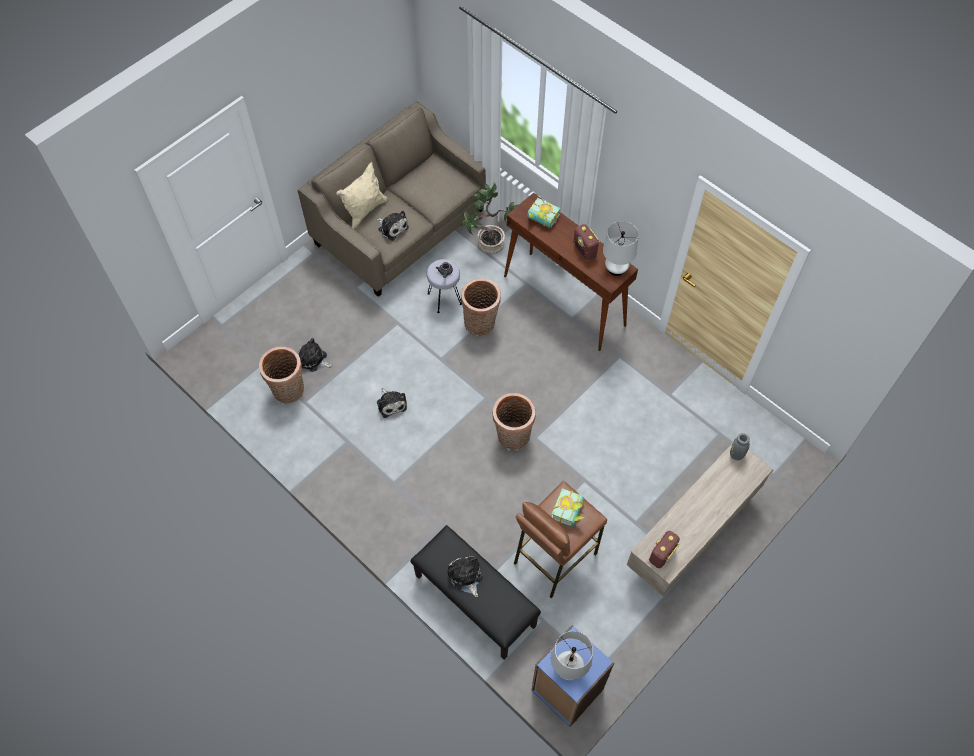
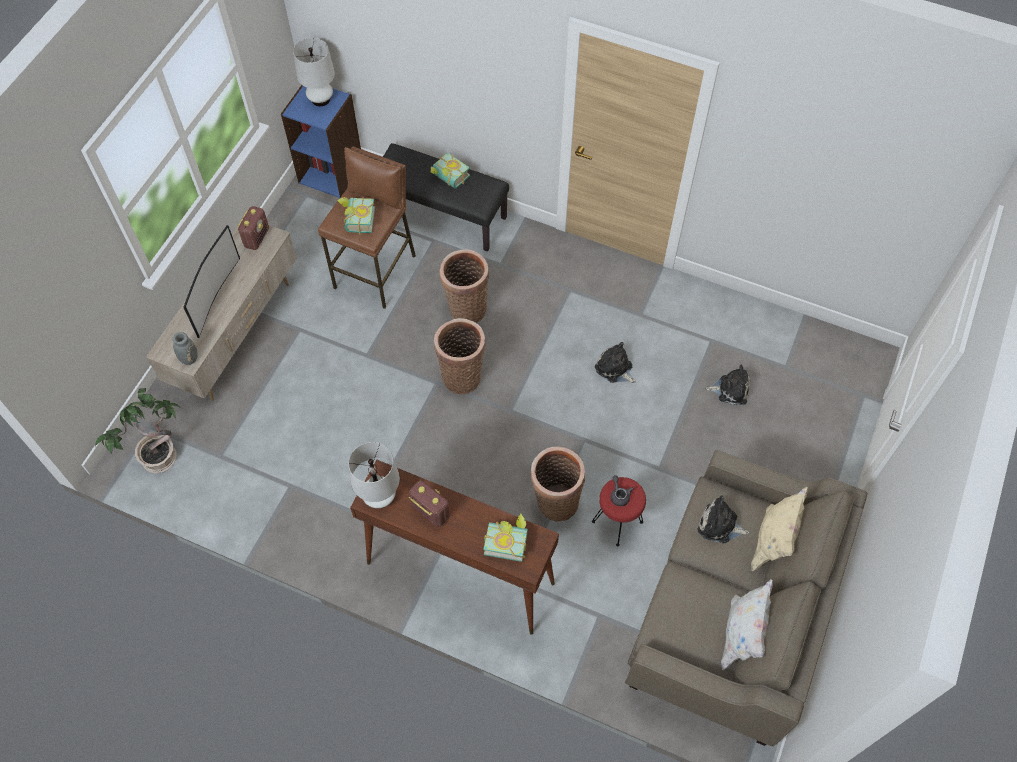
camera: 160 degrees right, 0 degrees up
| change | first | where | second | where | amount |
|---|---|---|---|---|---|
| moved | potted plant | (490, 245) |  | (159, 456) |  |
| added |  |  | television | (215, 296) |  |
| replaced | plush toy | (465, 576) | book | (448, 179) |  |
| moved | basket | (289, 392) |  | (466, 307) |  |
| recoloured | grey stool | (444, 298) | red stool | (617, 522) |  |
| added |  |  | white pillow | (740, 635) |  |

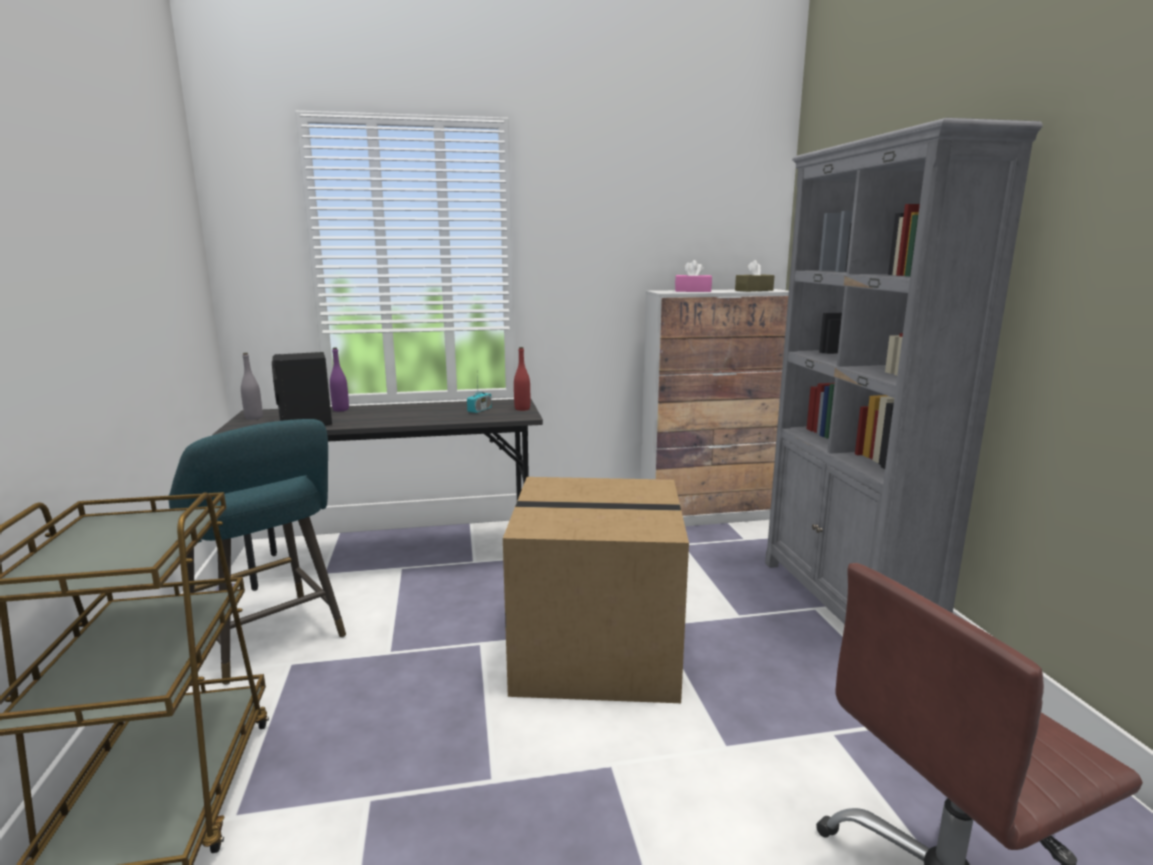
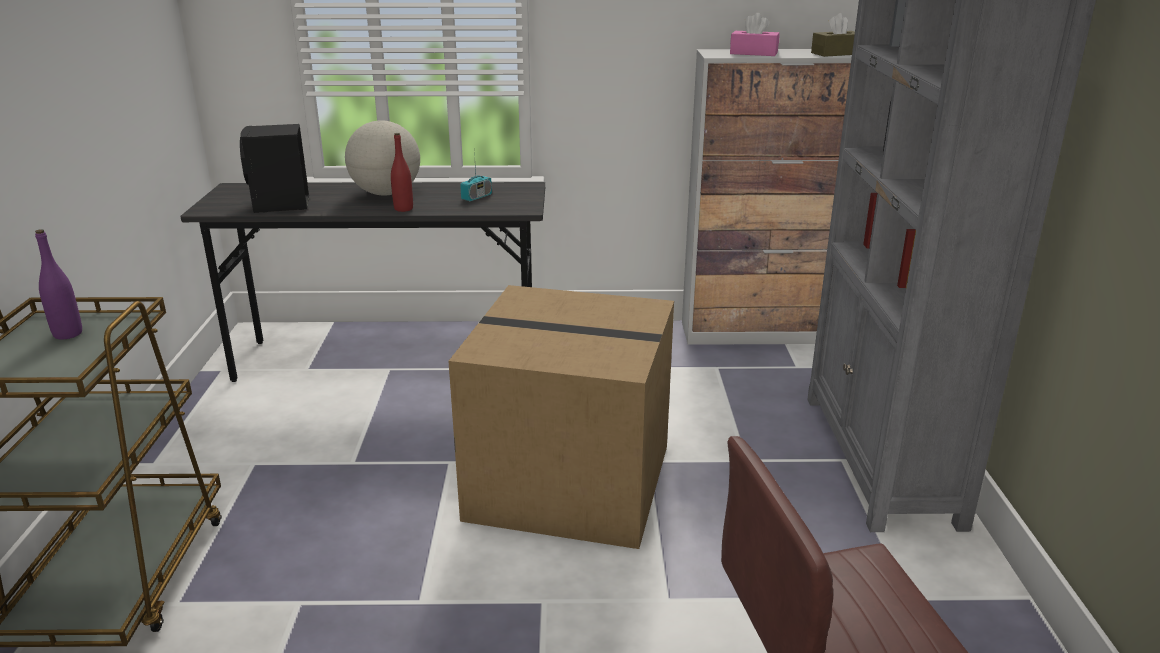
camera: 10 degrees right, 10 degrees up
| change | first | where | second | where | amount |
|---|---|---|---|---|---|
| moved | purple bottle | (340, 409) |  | (68, 334) |  |
| added |  |  | globe | (386, 193) |  |
| moved | red bottle | (522, 409) |  | (403, 209) |  |
| removed | turquoise stool | (271, 640) |  |  |  |
| removed | grey bottle | (254, 418) |  |  |  |

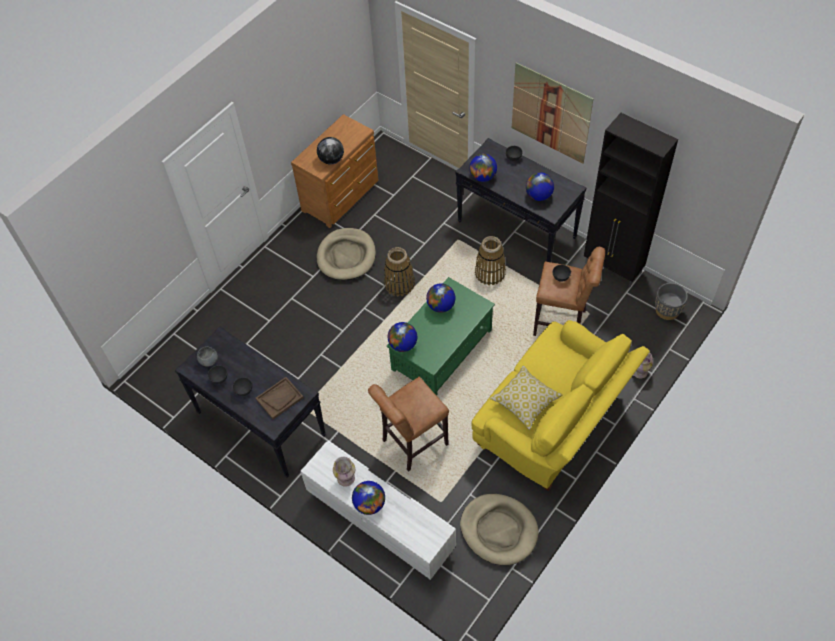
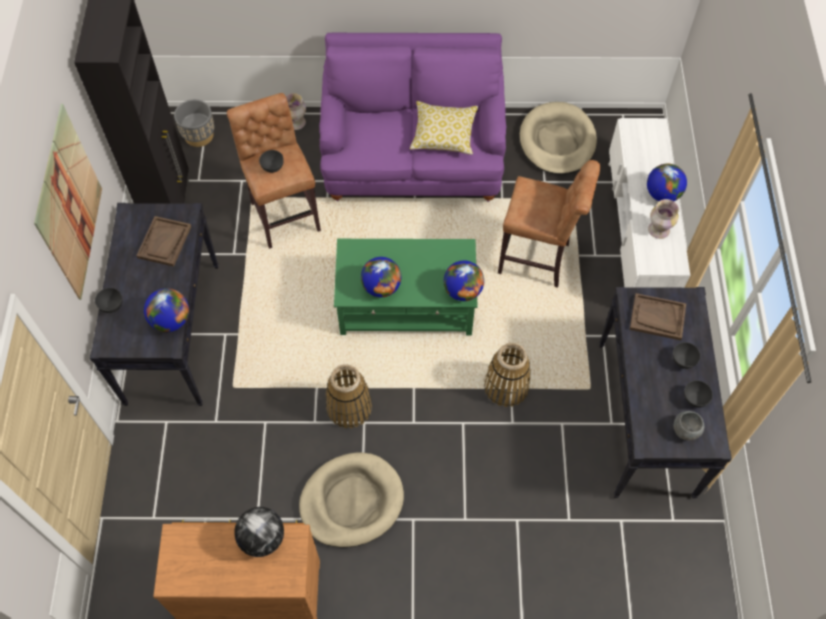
camera: 130 degrees left, 5 degrees up
| change | first | where | second | where | amount |
|---|---|---|---|---|---|
| replaced | globe | (538, 196) | brown tray | (164, 242) |  |
| recoloured | yellow sofa | (553, 423) | purple sofa | (413, 159) |  |
| moved | basket | (490, 273) |  | (506, 386) |  |

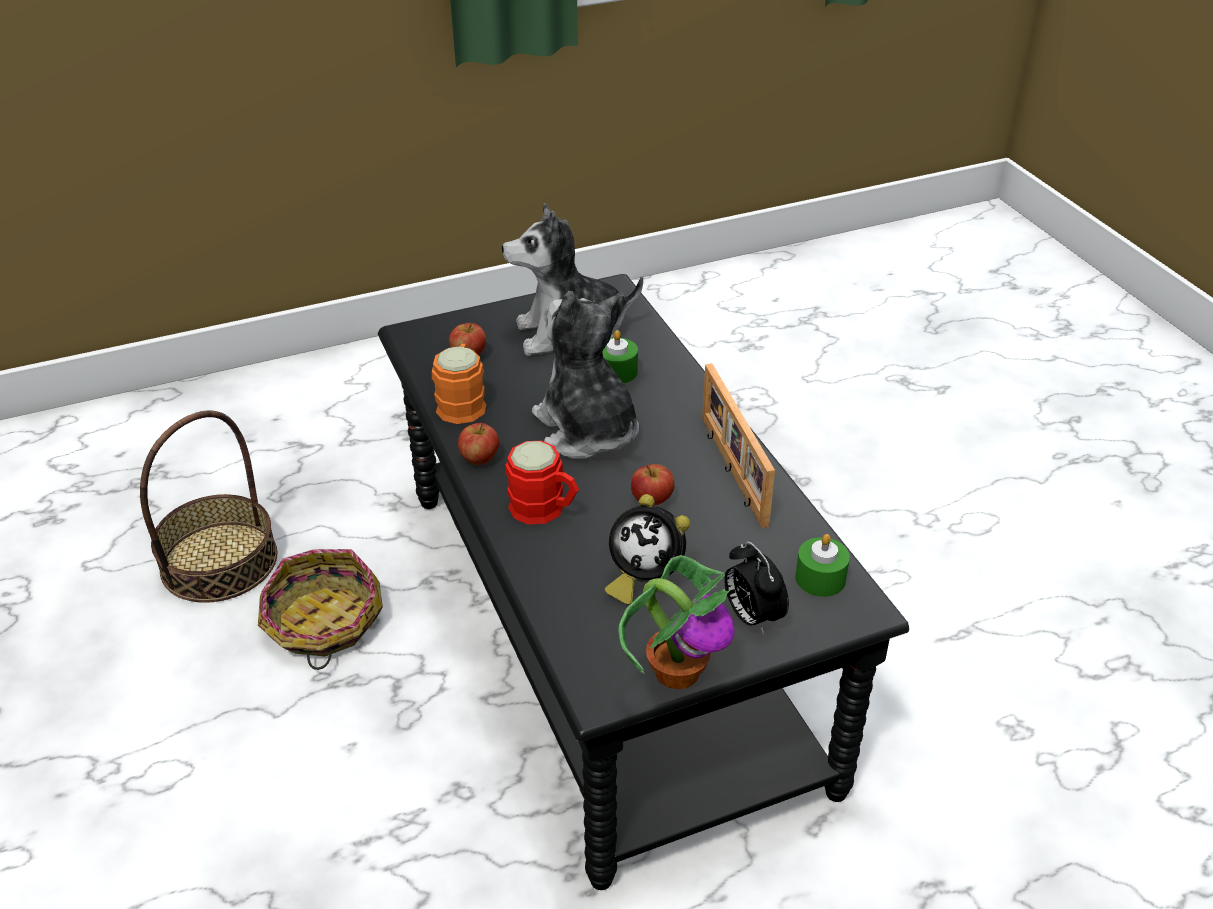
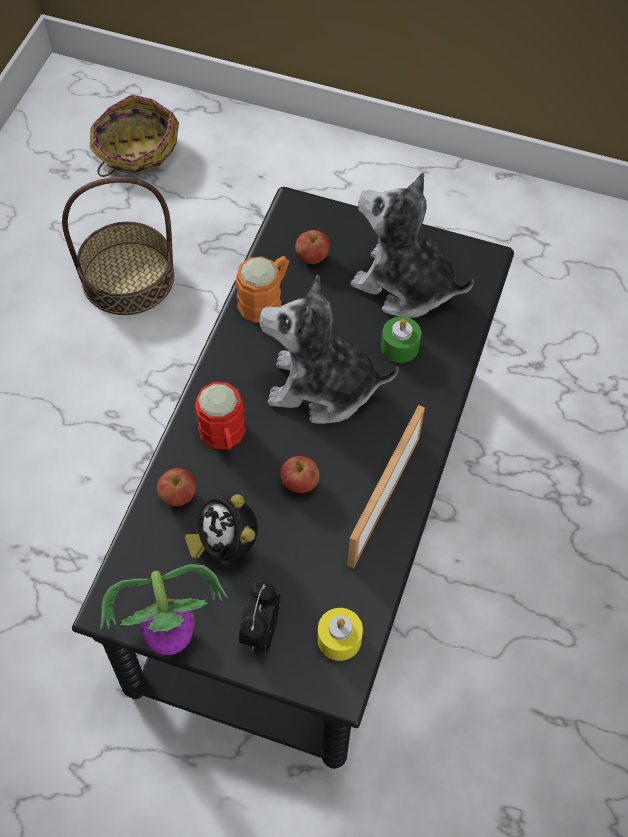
camera: 40 degrees right, 20 degrees up
| change | first | where | second | where | amount |
|---|---|---|---|---|---|
| moved | basket | (323, 623) |  | (134, 150) |  |
| moved | apple | (479, 459) |  | (178, 496) |  |
| turned | plush toy | (587, 430) |  | (322, 387) | 90 degrees counterclockwise |
| recoloured | green candle | (820, 578) | yellow candle | (339, 639) |  |

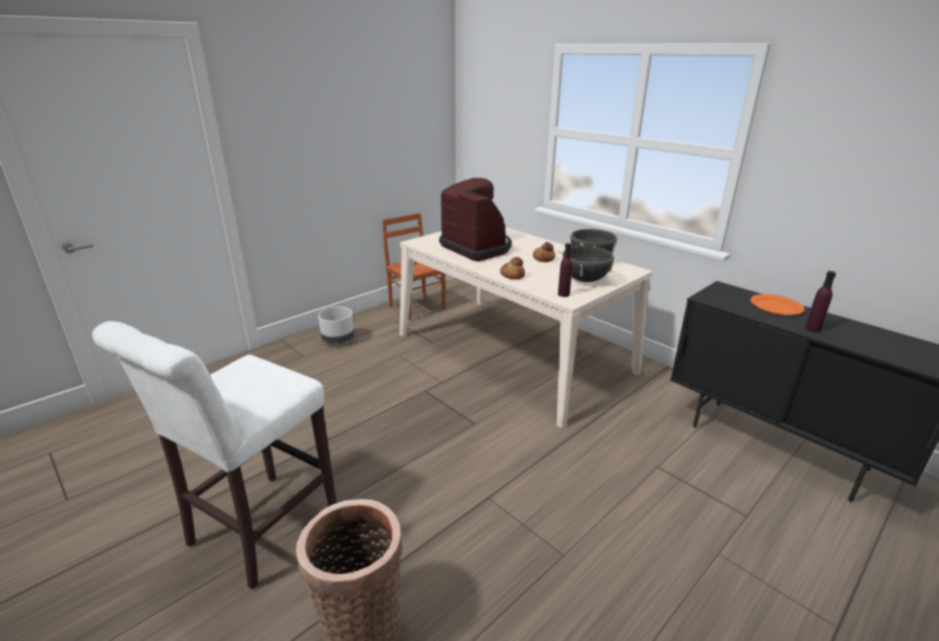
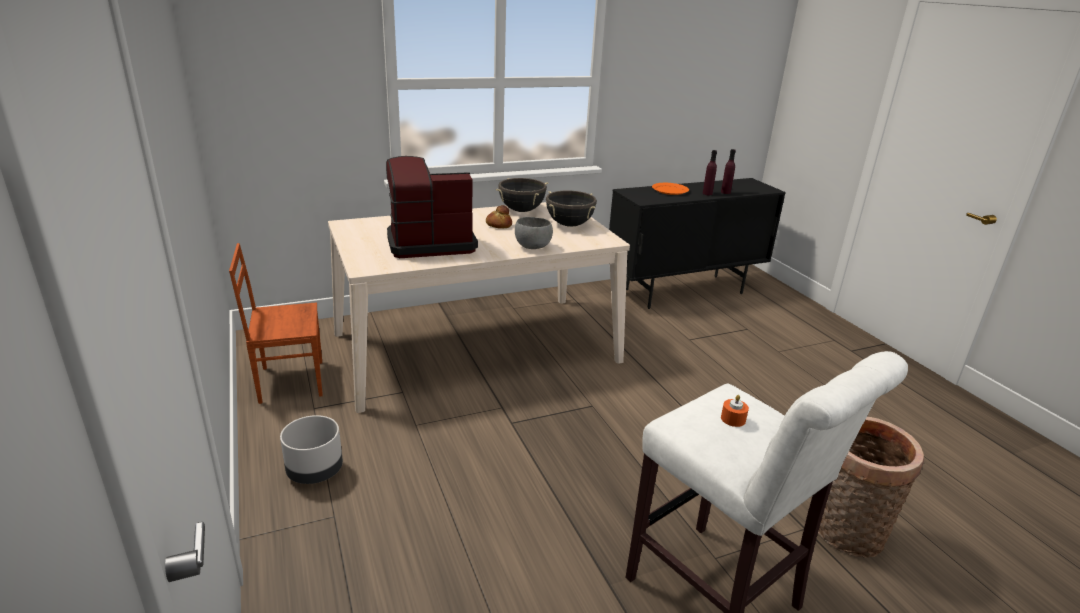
camera: 70 degrees left, 0 degrees up
| change | first | where | second | where | amount |
|---|---|---|---|---|---|
| replaced | bread | (512, 275) | grey bowl | (532, 247) |  |
| moved | purple bottle | (563, 294) |  | (725, 192) |  |
| added |  |  | orange candle | (733, 419) |  |

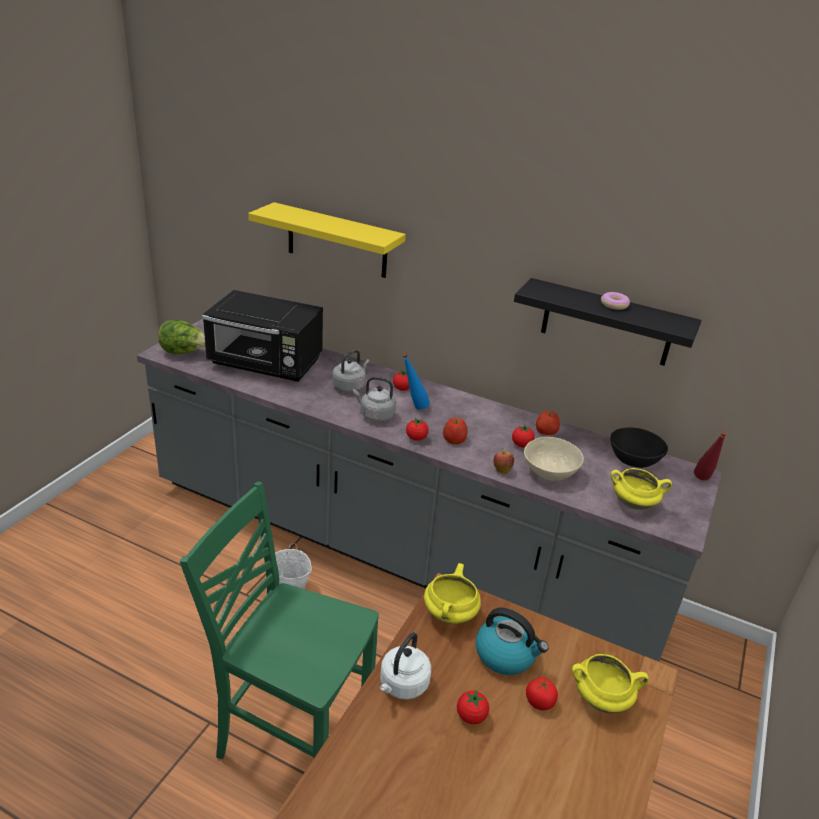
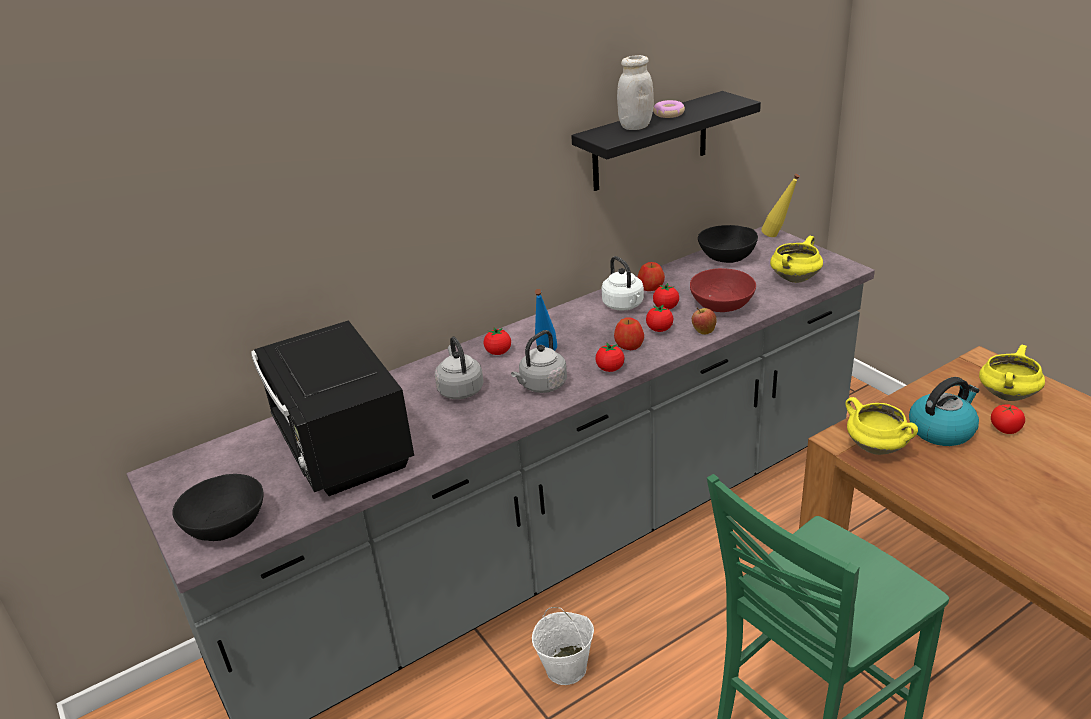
camera: 55 degrees left, 0 degrees up
| change | first | where | second | where | amount |
|---|---|---|---|---|---|
| replaced | lettuce | (184, 352) | black bowl | (225, 525) |  |
| turned | black microwave | (266, 364) |  | (341, 448) | 105 degrees clockwise |
| moved | white kettle | (402, 685) |  | (624, 305) |  |
| added |  |  | white jar | (635, 126) |  |
| moved | tomato | (471, 716) |  | (659, 329) |  |
| recoloured | beige bowl | (550, 472) | red bowl | (722, 305) |  |
| recoloured | red bottle | (702, 481) | yellow bottle | (778, 237) |  |
| removed | yellow shelf | (337, 241) |  |  |  |

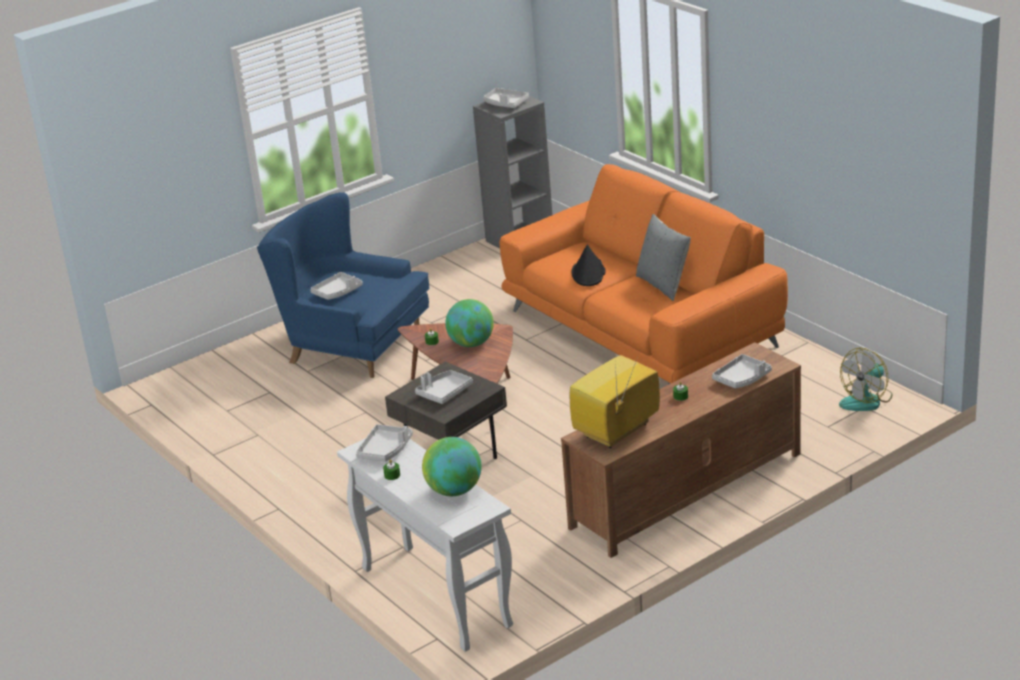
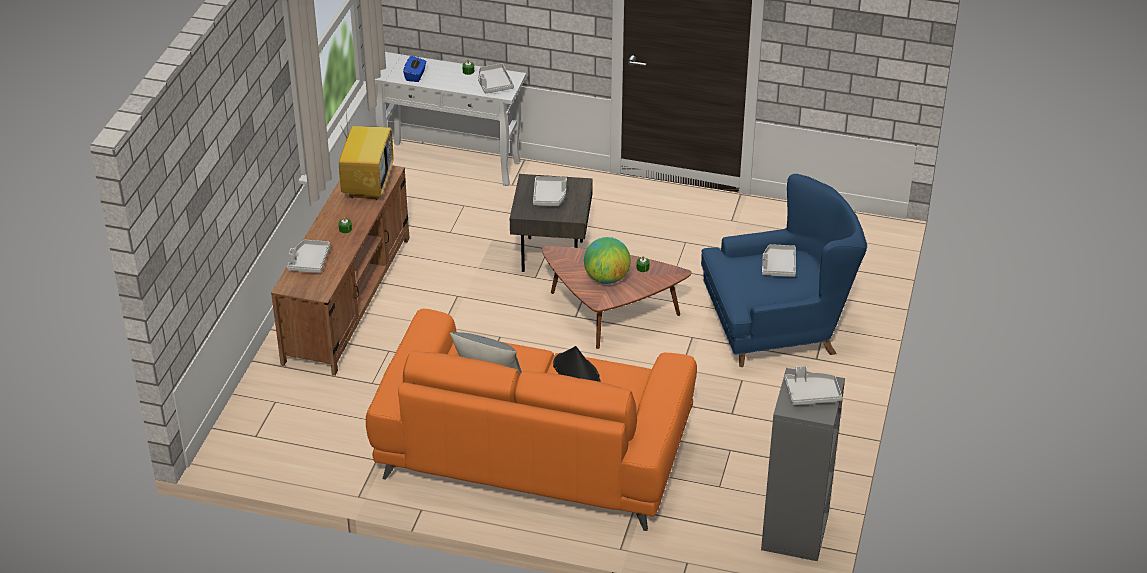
camera: 140 degrees right, 10 degrees up
| change | first | where | second | where | amount |
|---|---|---|---|---|---|
| replaced | globe | (454, 491) | blue tissue box | (415, 76) |  |
| removed | fan | (866, 400) |  |  |  |

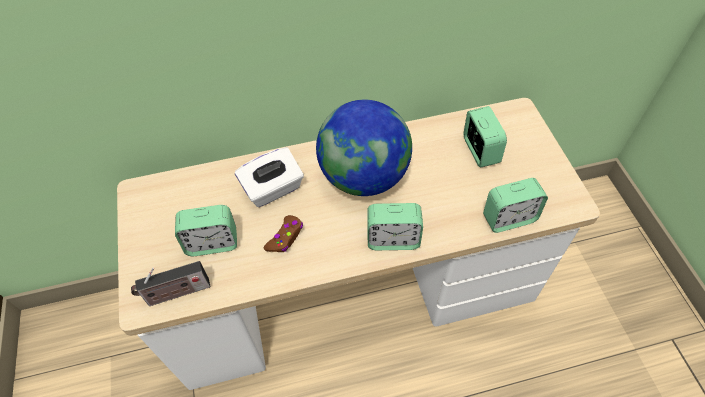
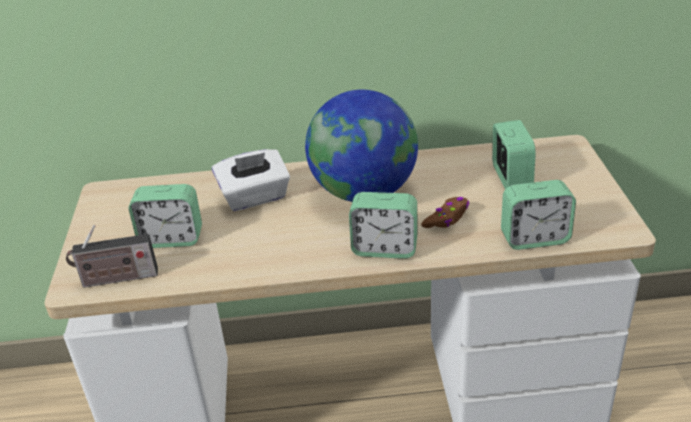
camera: 10 degrees right, 20 degrees down
| change | first | where | second | where | amount |
|---|---|---|---|---|---|
| moved | brown game controller | (285, 237) |  | (446, 218) |  |

